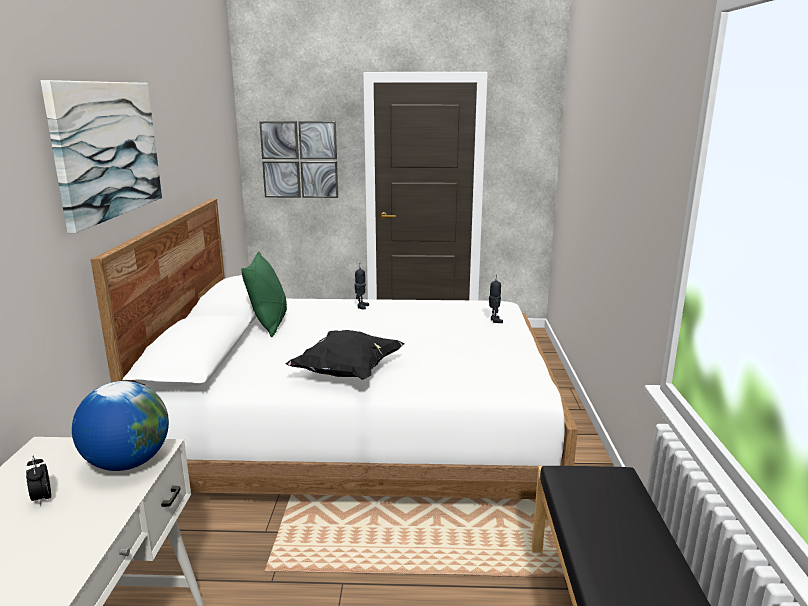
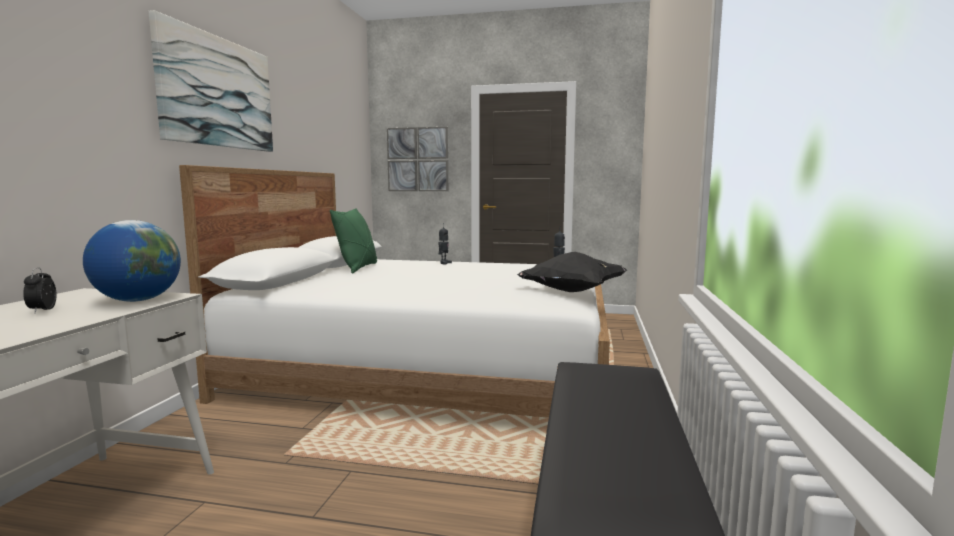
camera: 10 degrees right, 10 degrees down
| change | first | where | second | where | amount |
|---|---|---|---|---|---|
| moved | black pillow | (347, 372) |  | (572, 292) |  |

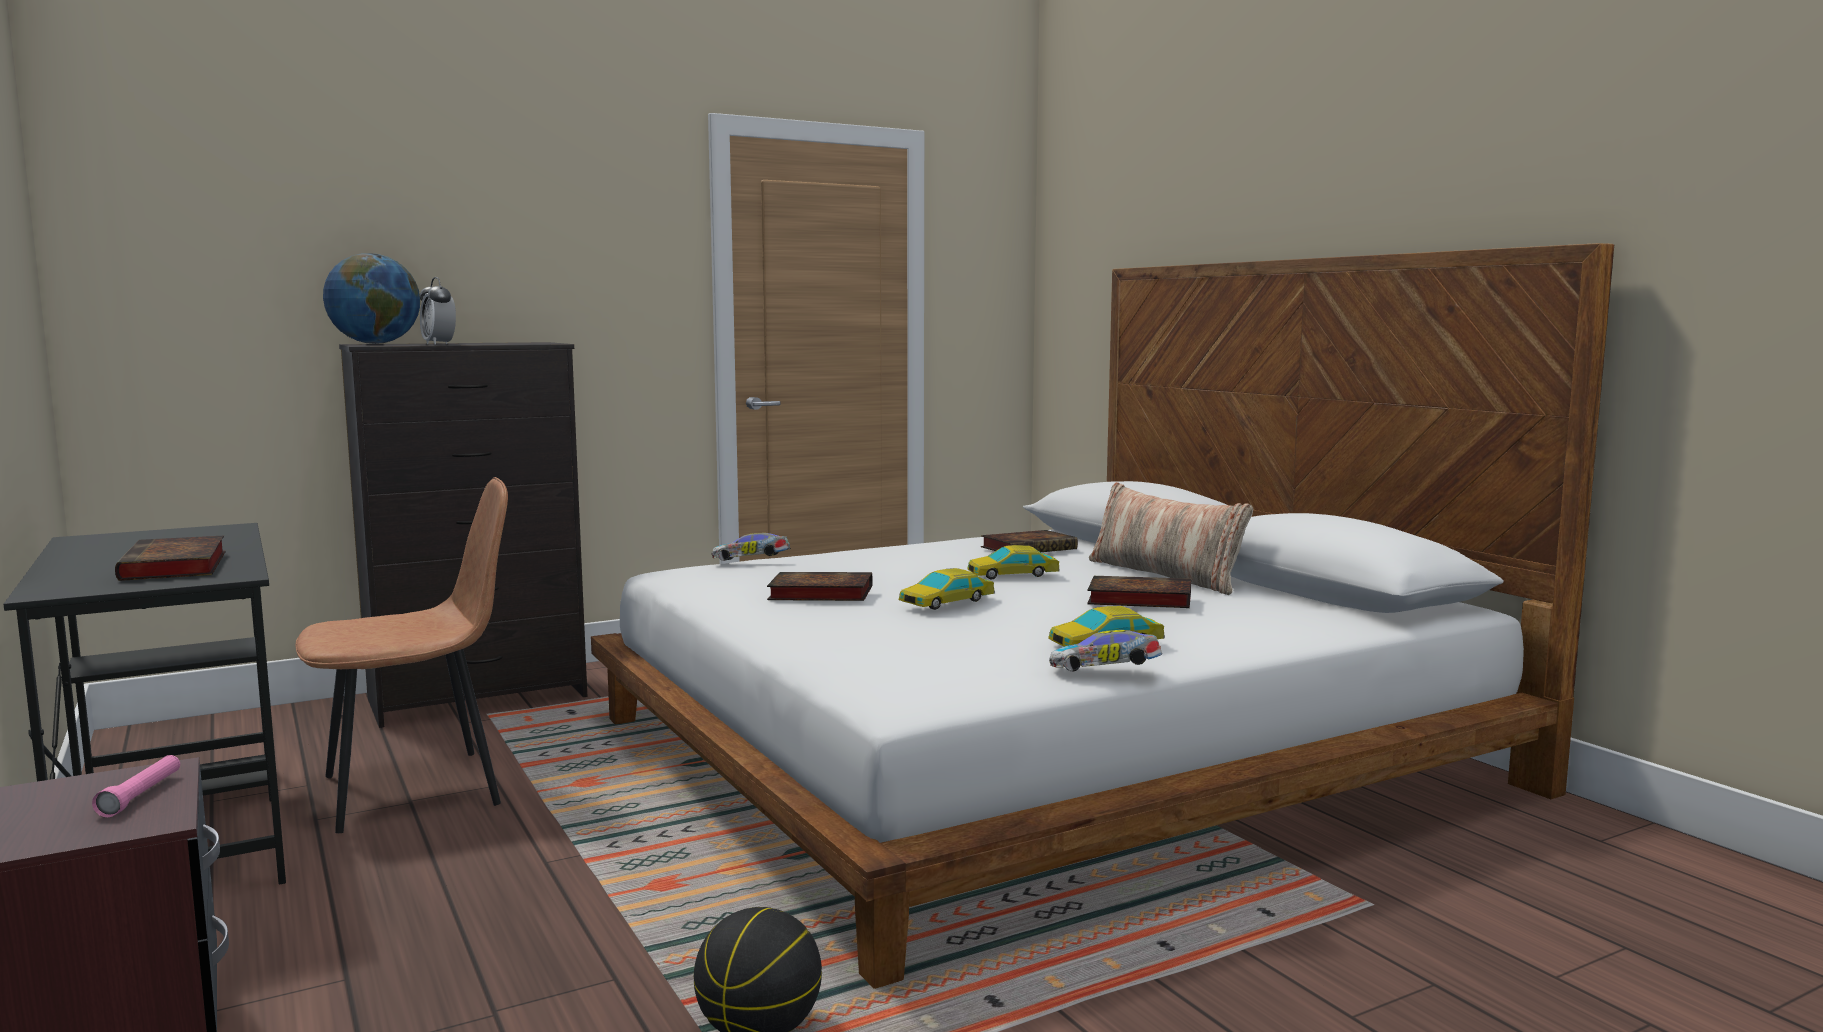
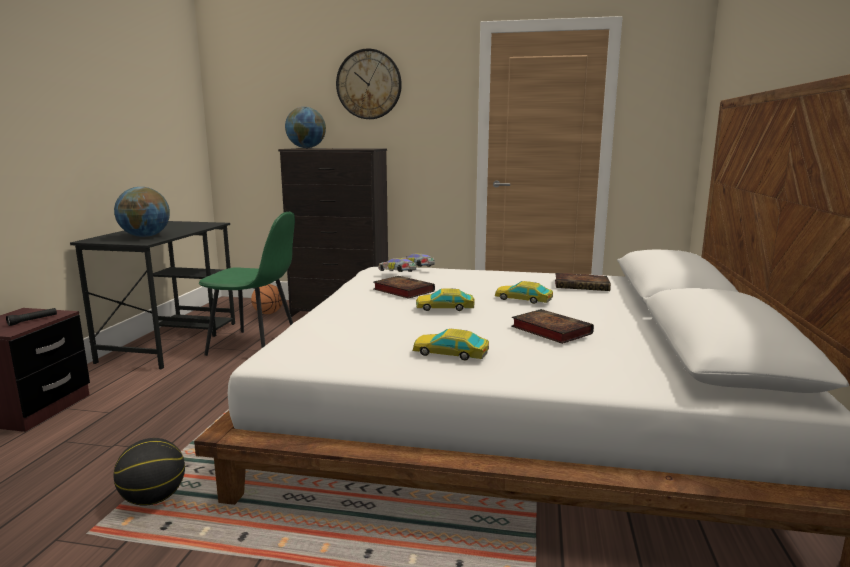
camera: 40 degrees right, 5 degrees up
| change | first | where | second | where | amount |
|---|---|---|---|---|---|
| recoloured | pink flashlight | (141, 795) | black flashlight | (33, 320) |  |
| replaced | book | (175, 567) | globe | (145, 236) |  |
| recoloured | brown chair | (417, 790) | green chair | (255, 345) |  |
| added |  |  | basketball | (268, 313) |  |
| added |  |  | wall clock | (369, 84) |  |
| moved | toy car | (1107, 671) |  | (397, 274) |  |
| removed | alarm clock | (439, 344) |  |  |  |
| removed | pillow | (1165, 575) |  |  |  |

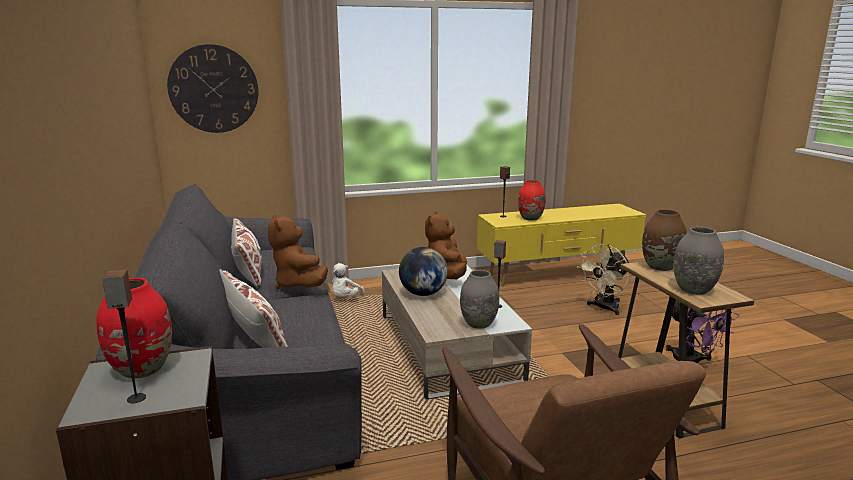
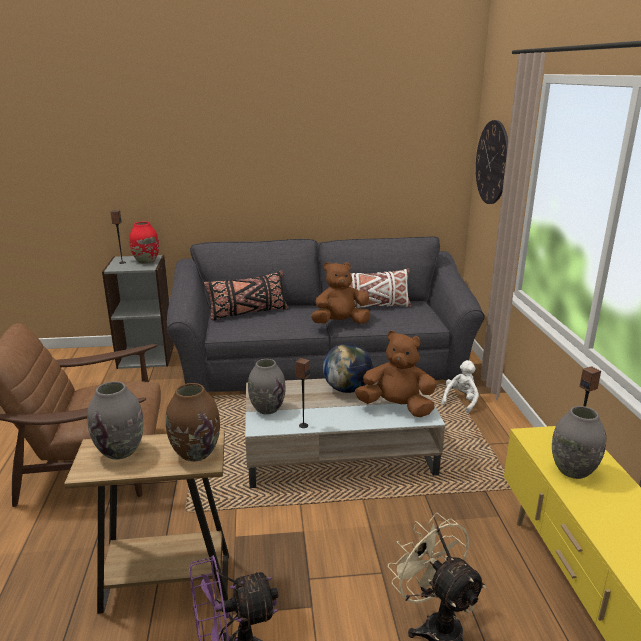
camera: 100 degrees right, 5 degrees up
| change | first | where | second | where | amount |
|---|---|---|---|---|---|
| recoloured | white pillow | (255, 340) | black pillow | (248, 313) |  |
| turned | white plush toy | (345, 298) |  | (460, 401) | 90 degrees clockwise |
| recoloured | red vase | (530, 218) | grey vase | (572, 470) |  |

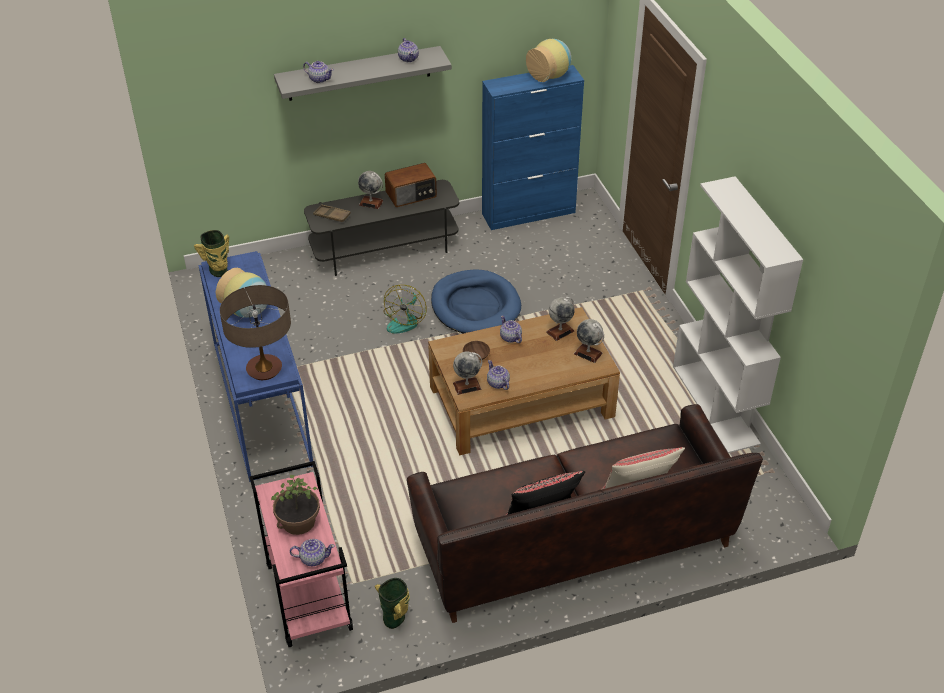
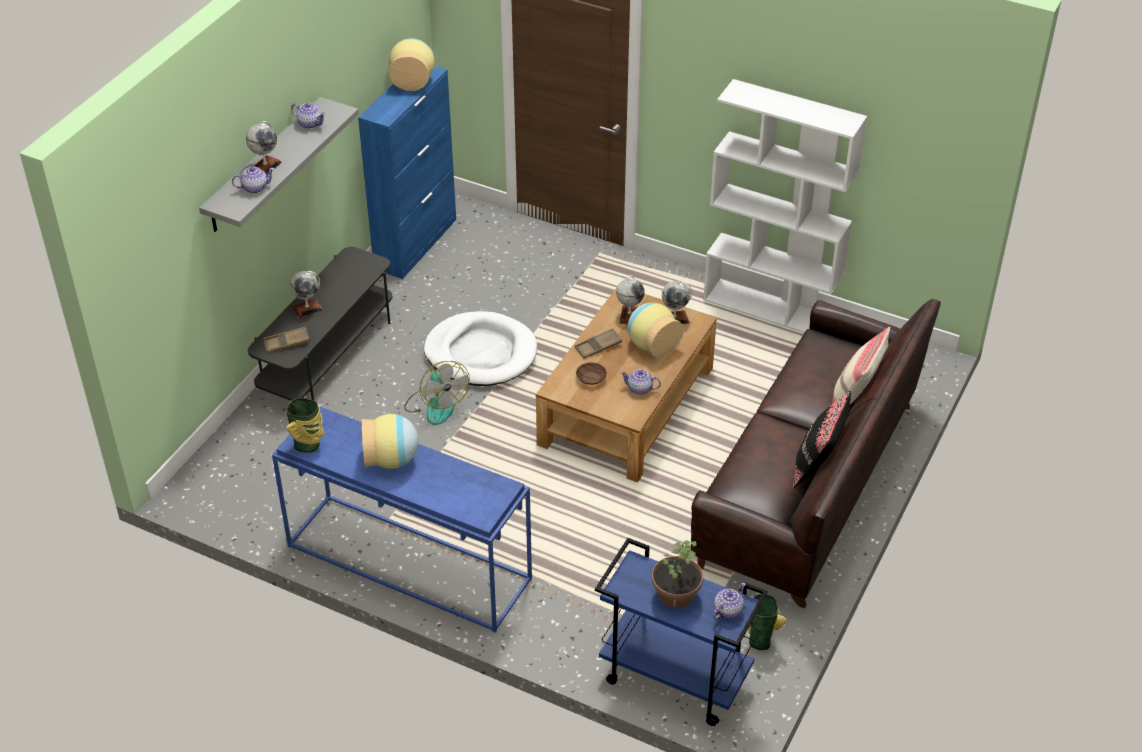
camera: 45 degrees left, 0 degrees up
| change | first | where | second | where | amount |
|---|---|---|---|---|---|
| moved | globe | (467, 386) |  | (265, 166) |  |
| recoloured | blue dog bed | (475, 306) | white dog bed | (481, 353) |  |
| replaced | teapot | (510, 338) | brown tray | (598, 346) |  |
| recoloured | pink cart | (308, 596) | blue cart | (673, 678) |  |
| added |  |  | vase | (651, 345) |  |
| removed | table lamp | (264, 369) |  |  |  |
| removed | radio | (411, 195) |  |  |  |

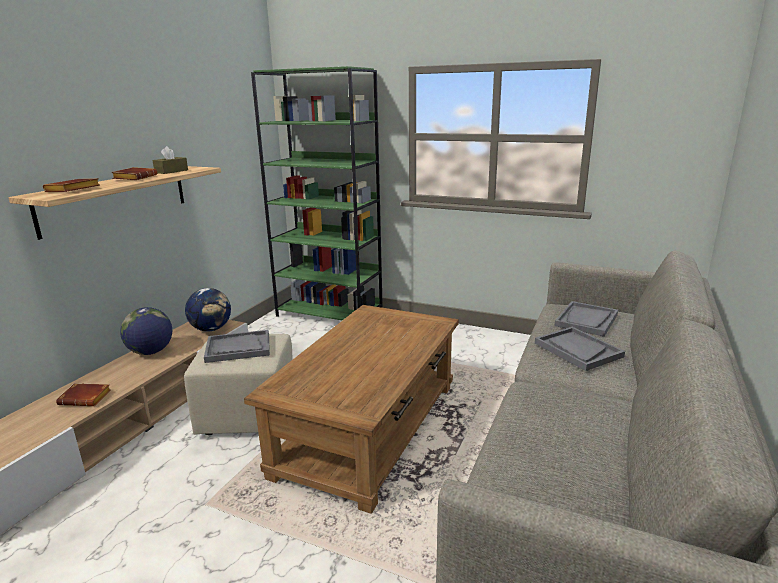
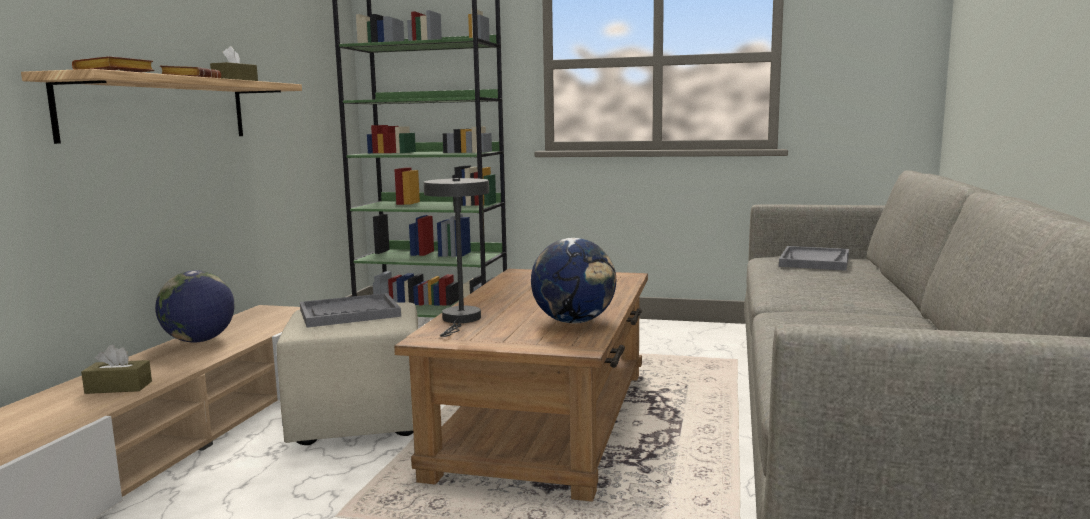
camera: 10 degrees left, 10 degrees down
| change | first | where | second | where | amount |
|---|---|---|---|---|---|
| replaced | brown book | (87, 398) | brown tissue box | (118, 387) |  |
| added |  |  | grey table lamp | (460, 320) |  |
| moved | globe | (211, 329) |  | (574, 321) |  |
| removed | grey tray | (577, 350) |  |  |  |

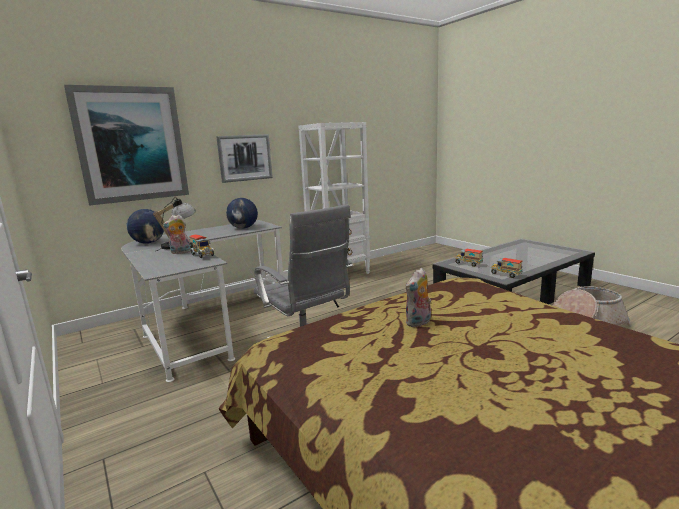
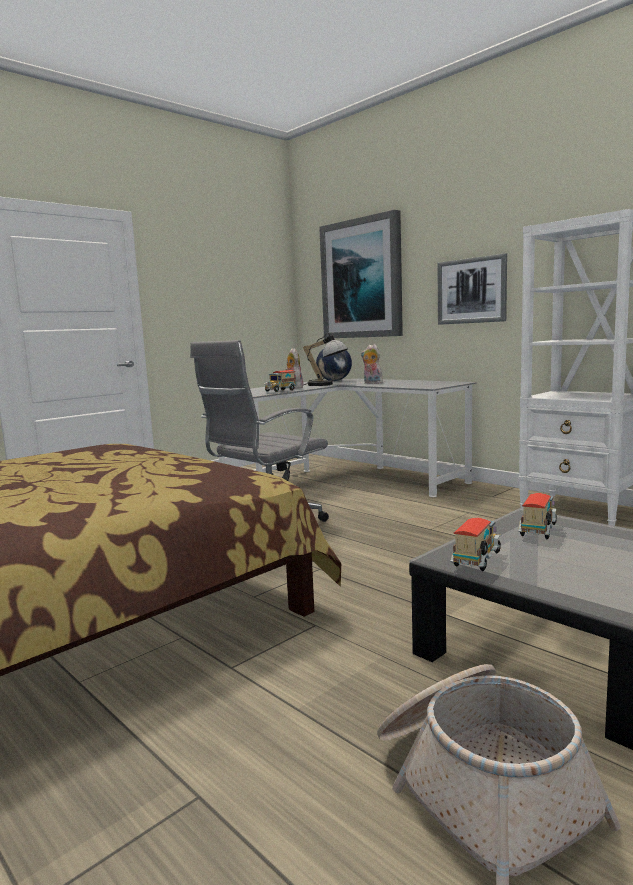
camera: 80 degrees right, 5 degrees down
| change | first | where | second | where | amount |
|---|---|---|---|---|---|
| moved | plush toy | (419, 323) |  | (371, 383) |  |
| removed | globe | (243, 228) |  |  |  |

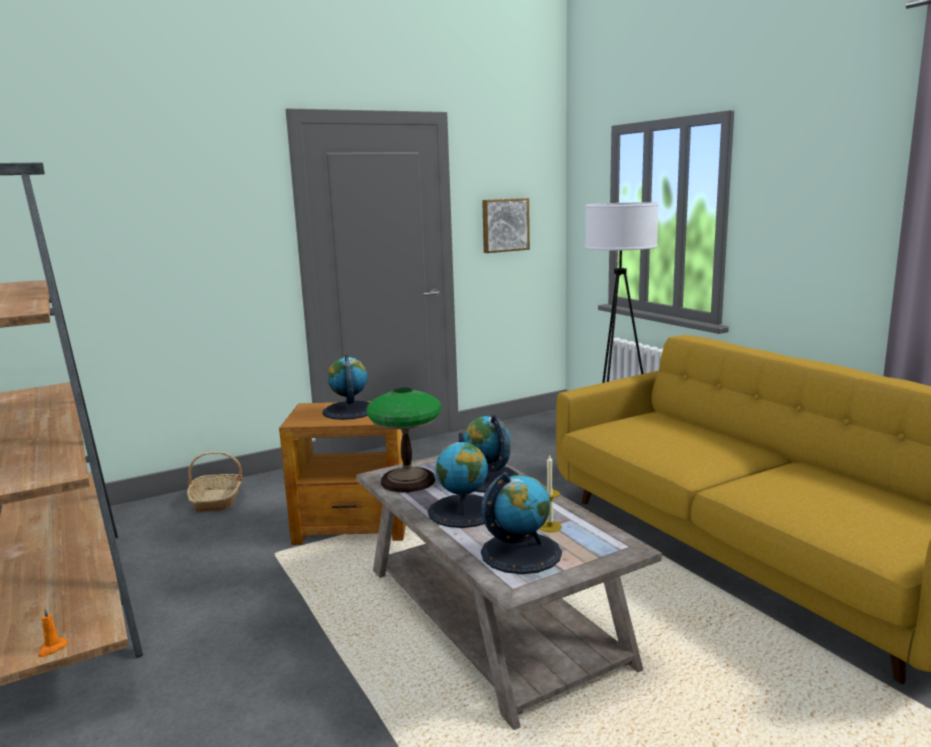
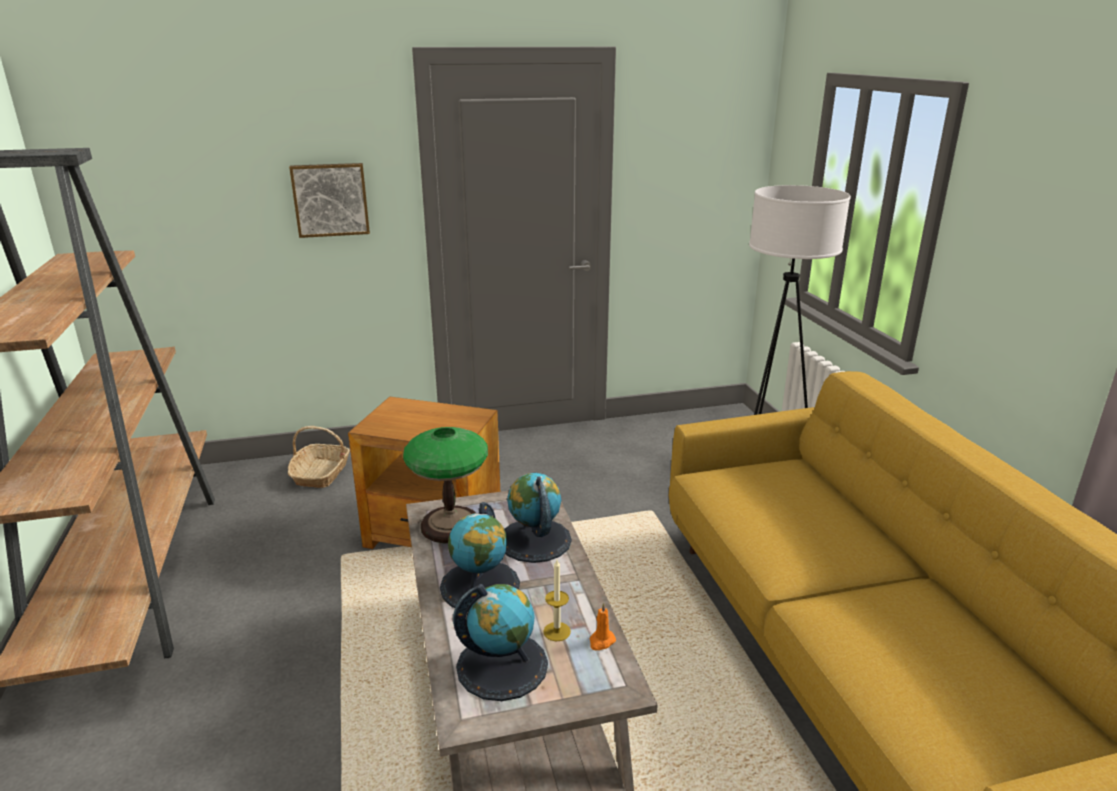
camera: 15 degrees right, 10 degrees up
| change | first | where | second | where | amount |
|---|---|---|---|---|---|
| moved | picture | (504, 225) |  | (330, 199) |  |
| moved | orange candle | (52, 649) |  | (601, 641) |  |
| removed | globe | (349, 411) |  |  |  |

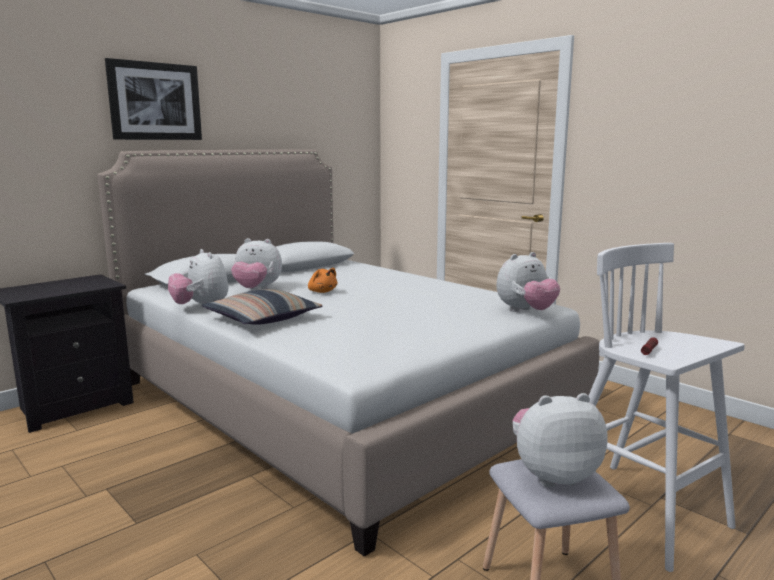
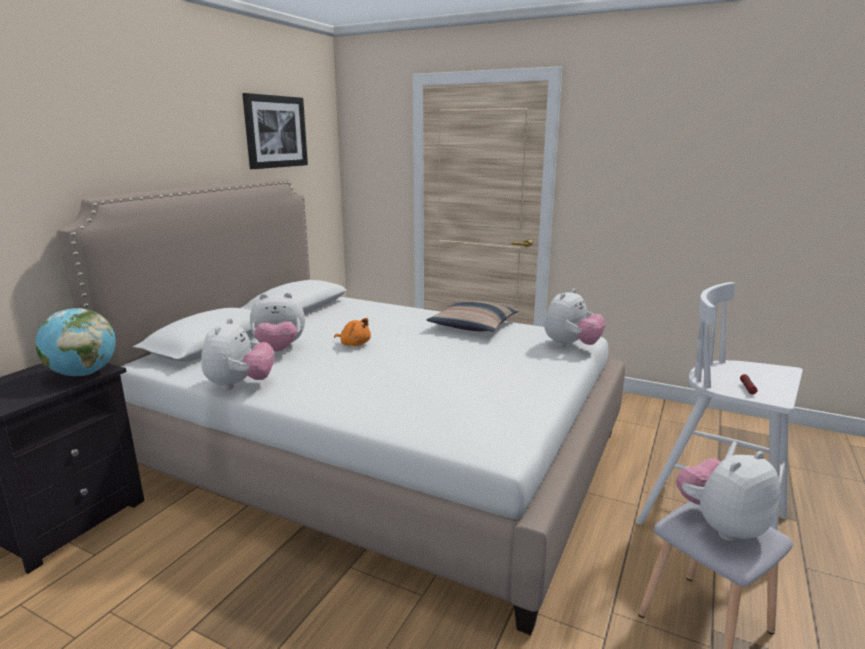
camera: 20 degrees left, 5 degrees up
| change | first | where | second | where | amount |
|---|---|---|---|---|---|
| added |  |  | globe | (83, 374) |  |
| turned | plush toy | (201, 307) |  | (240, 385) | 120 degrees counterclockwise |
| moved | picture | (155, 101) |  | (275, 132) |  |
| moved | pillow | (262, 318) |  | (473, 325) |  |

